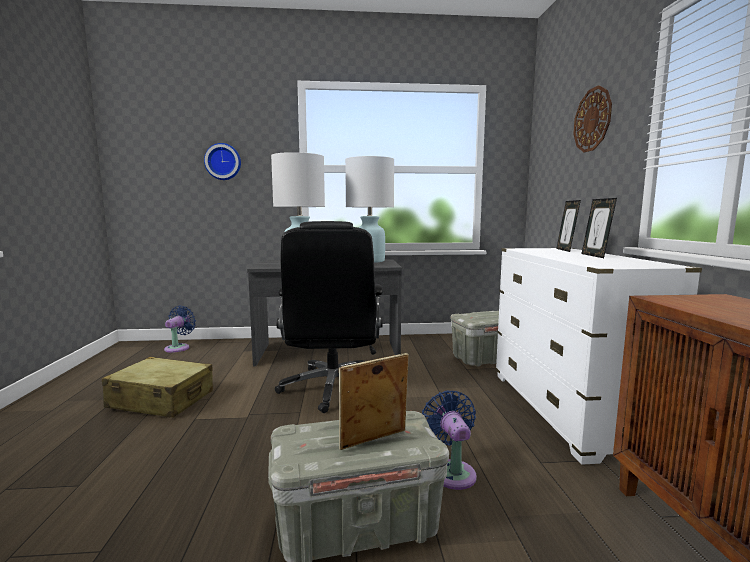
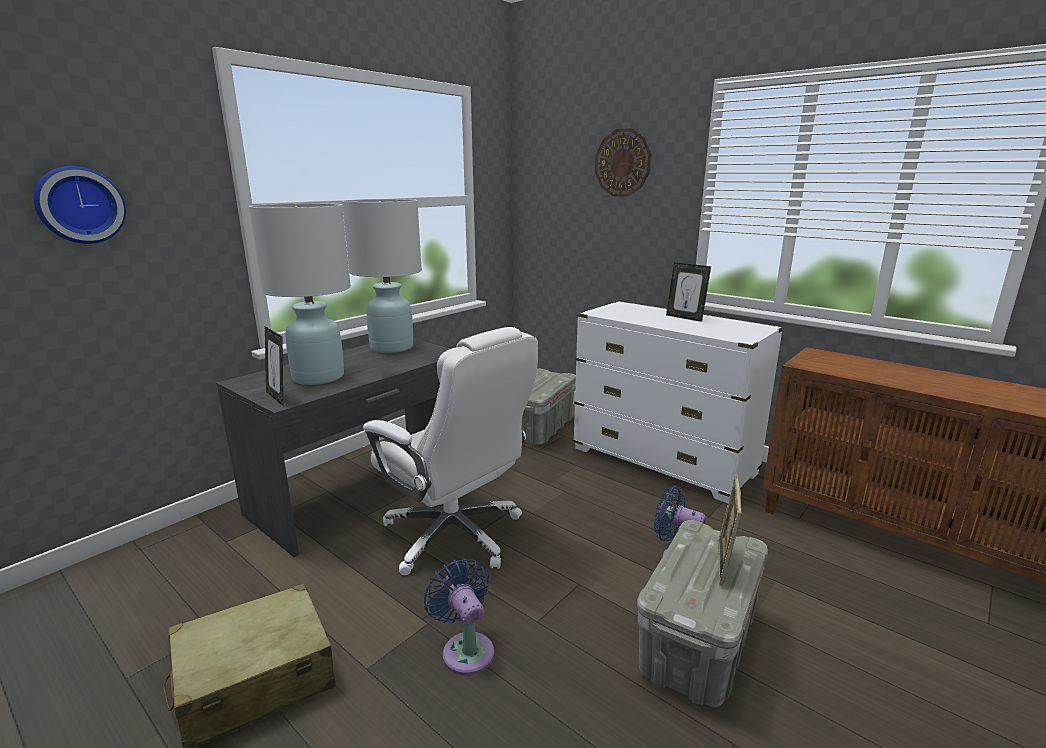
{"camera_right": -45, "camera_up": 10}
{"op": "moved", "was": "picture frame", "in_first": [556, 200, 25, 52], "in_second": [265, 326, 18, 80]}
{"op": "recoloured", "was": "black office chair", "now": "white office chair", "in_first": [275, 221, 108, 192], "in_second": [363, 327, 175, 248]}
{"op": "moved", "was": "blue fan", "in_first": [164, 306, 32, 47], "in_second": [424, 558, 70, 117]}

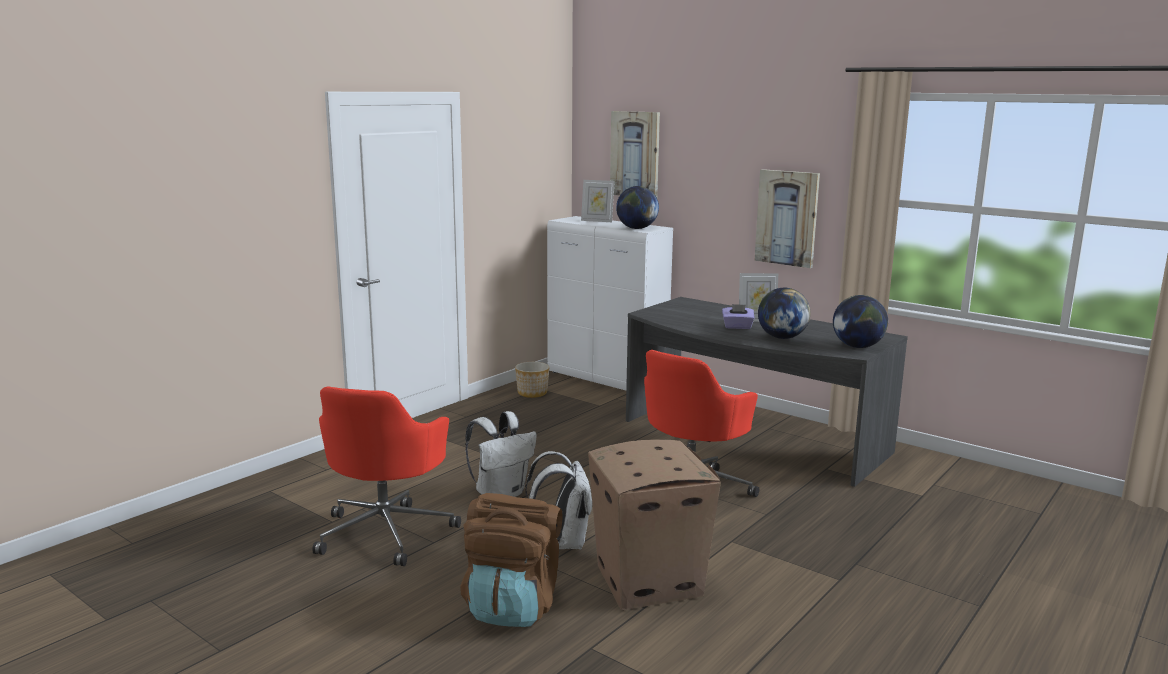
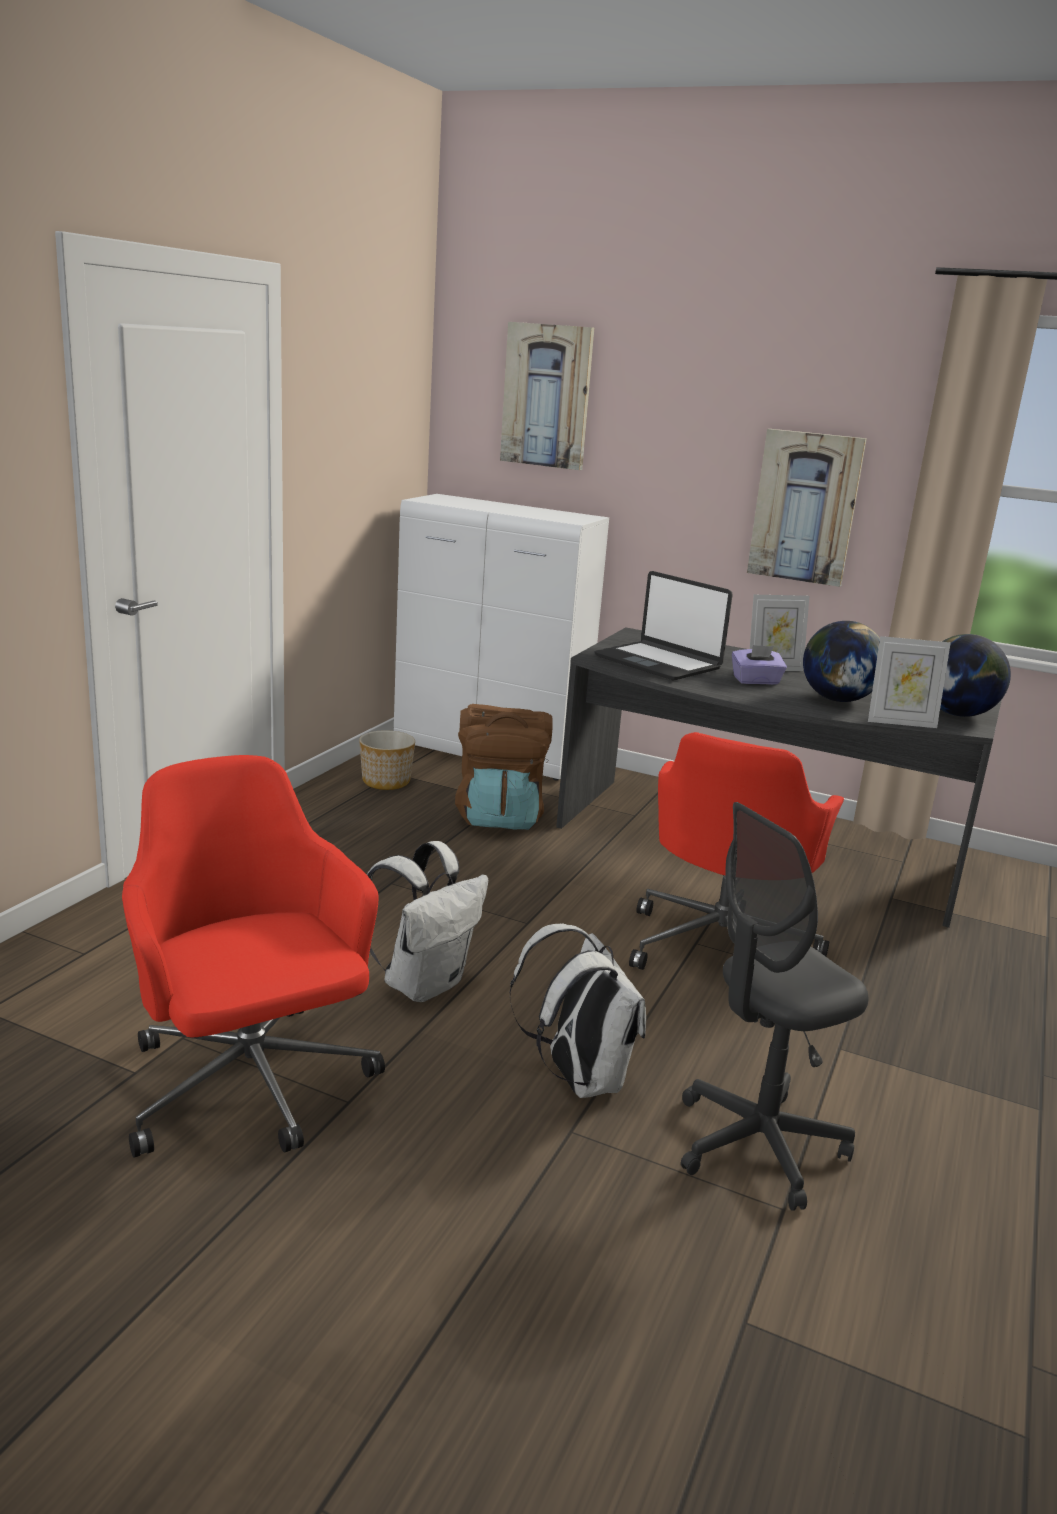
{"camera_right": -15, "camera_up": 5}
{"op": "turned", "was": "red office chair", "in_first": [312, 386, 149, 180], "in_second": [122, 755, 263, 403], "clockwise": 150}
{"op": "moved", "was": "brown backpack", "in_first": [460, 493, 103, 134], "in_second": [455, 704, 98, 126]}
{"op": "added", "now": "laptop", "in_second": [595, 571, 138, 110]}
{"op": "replaced", "was": "cardboard box", "now": "grey office chair", "in_first": [588, 439, 133, 171], "in_second": [681, 802, 188, 409]}
{"op": "moved", "was": "picture frame", "in_first": [581, 180, 34, 42], "in_second": [868, 636, 83, 92]}
{"op": "removed", "was": "globe", "in_first": [616, 186, 43, 43]}

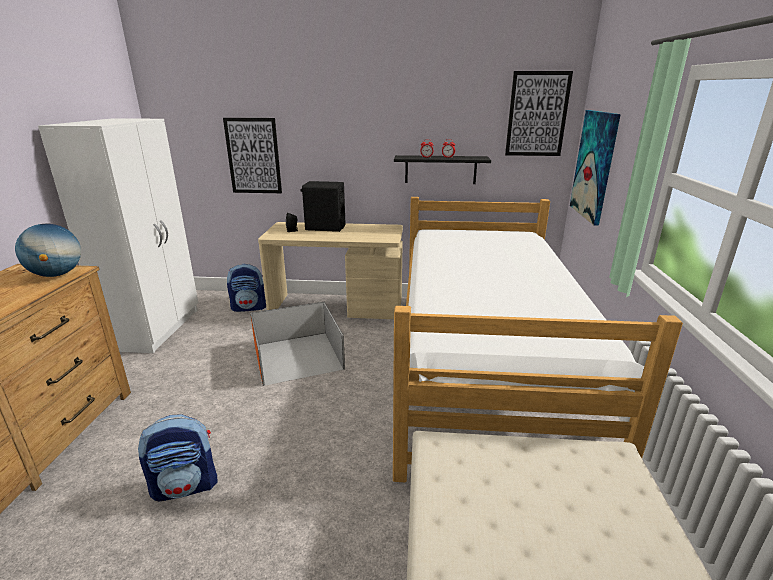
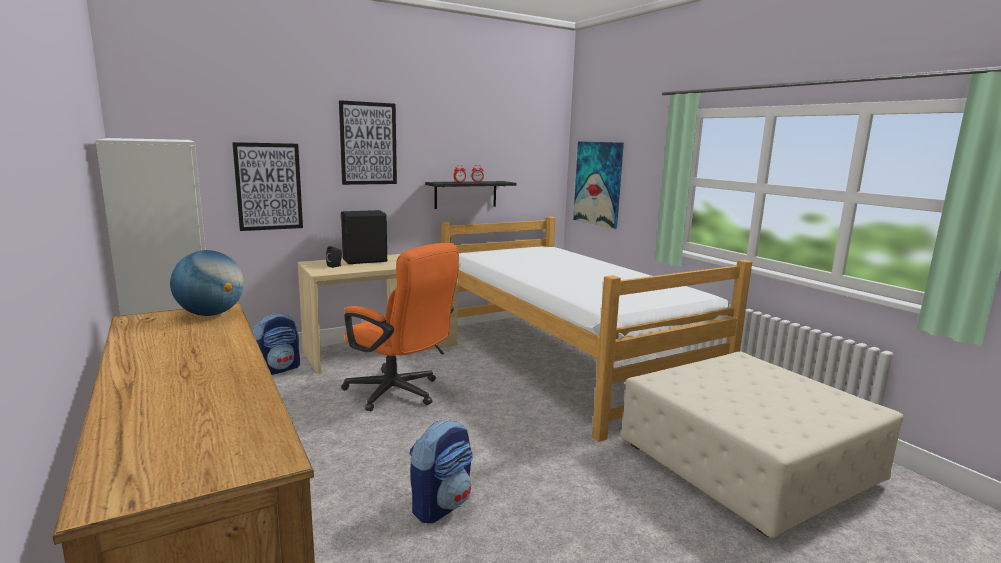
{"camera_right": -35, "camera_up": -10}
{"op": "moved", "was": "picture", "in_first": [505, 71, 68, 85], "in_second": [339, 100, 58, 85]}
{"op": "replaced", "was": "orange storage box", "now": "orange office chair", "in_first": [250, 301, 95, 85], "in_second": [341, 243, 118, 169]}

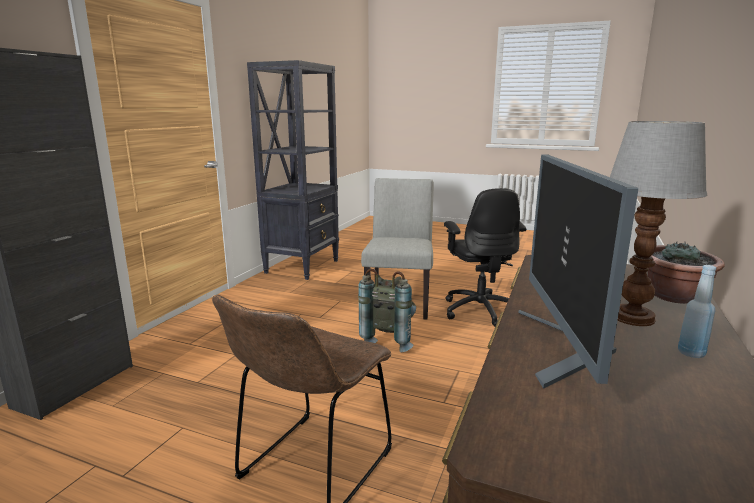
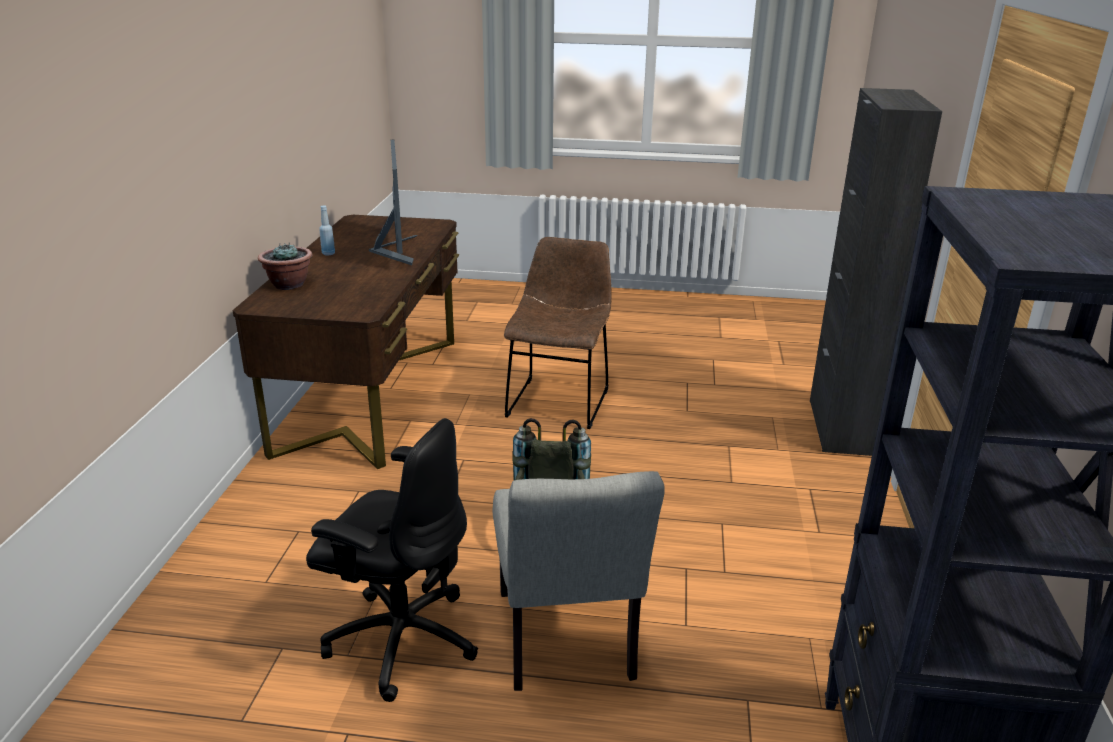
{"camera_right": 165, "camera_up": 10}
{"op": "turned", "was": "black office chair", "in_first": [444, 188, 82, 139], "in_second": [306, 418, 172, 284], "clockwise": 135}
{"op": "removed", "was": "table lamp", "in_first": [610, 121, 97, 205]}

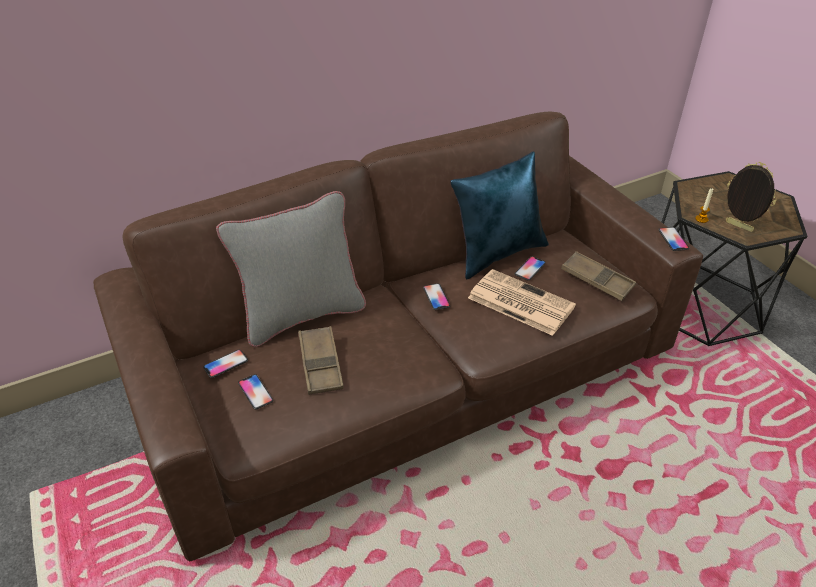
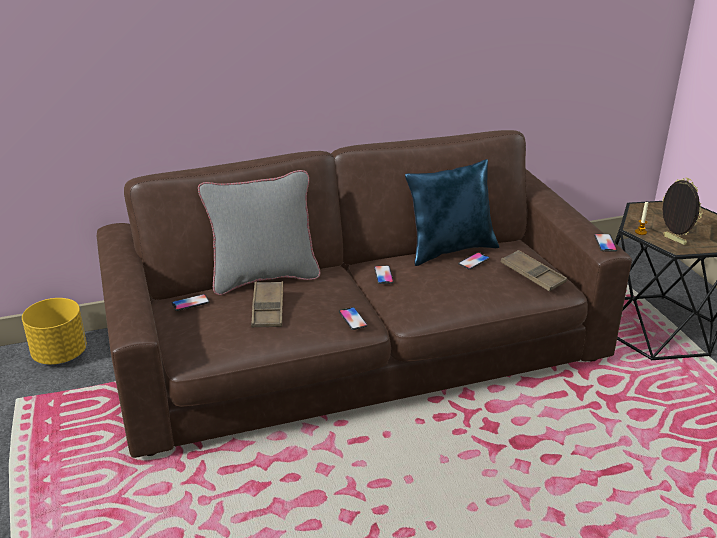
{"camera_right": 10, "camera_up": -10}
{"op": "added", "now": "yellow planter", "in_second": [22, 298, 65, 67]}
{"op": "moved", "was": "phone", "in_first": [238, 374, 35, 35], "in_second": [339, 307, 29, 23]}
{"op": "removed", "was": "newspaper", "in_first": [468, 269, 108, 67]}

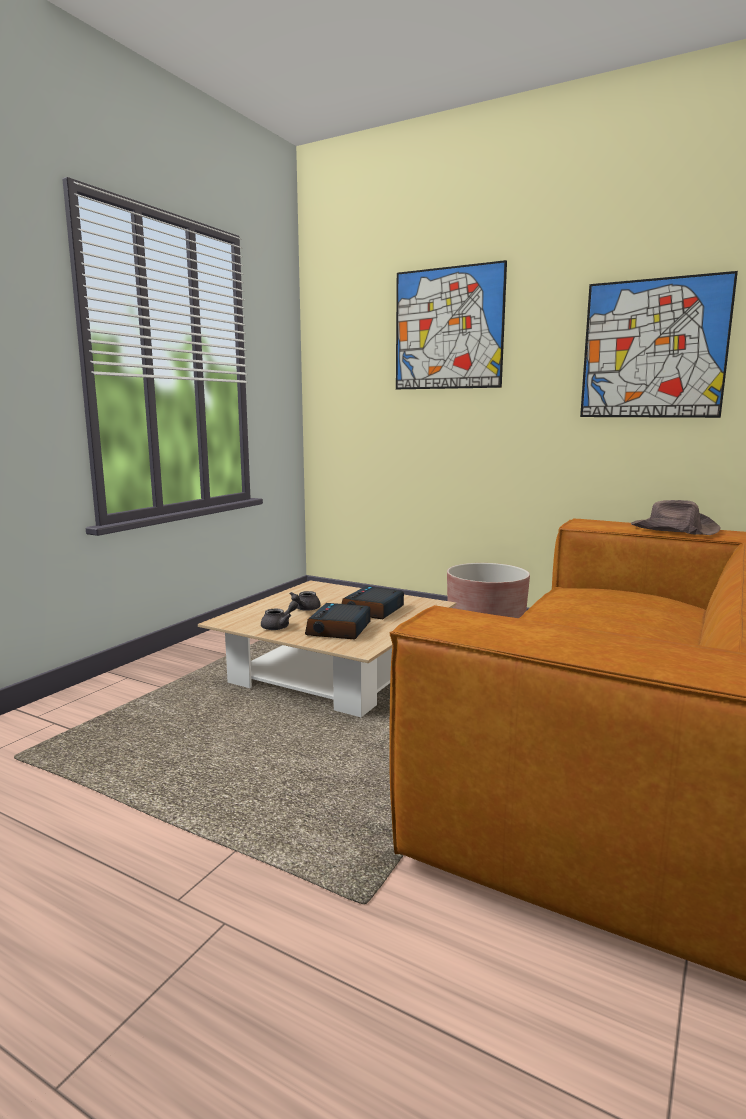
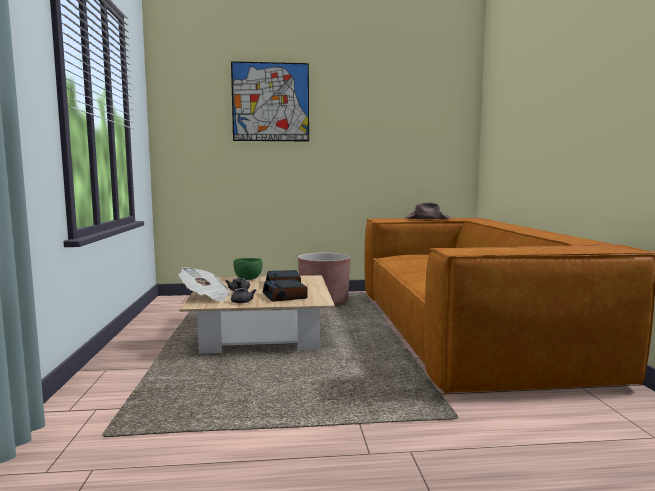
{"camera_right": -35, "camera_up": -5}
{"op": "added", "now": "newspaper", "in_second": [178, 267, 53, 35]}
{"op": "added", "now": "green bowl", "in_second": [233, 258, 29, 22]}
{"op": "removed", "was": "picture", "in_first": [580, 271, 158, 147]}

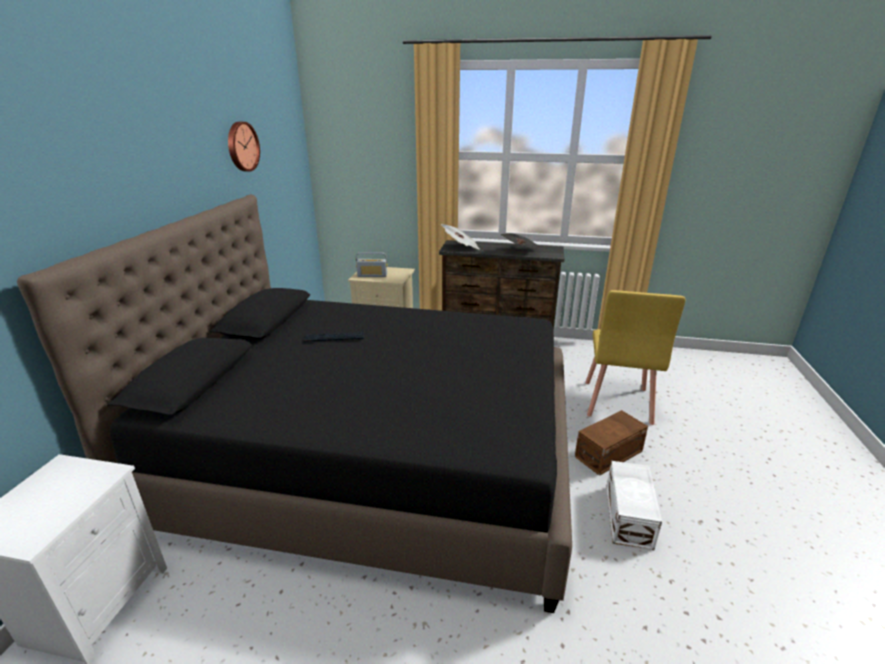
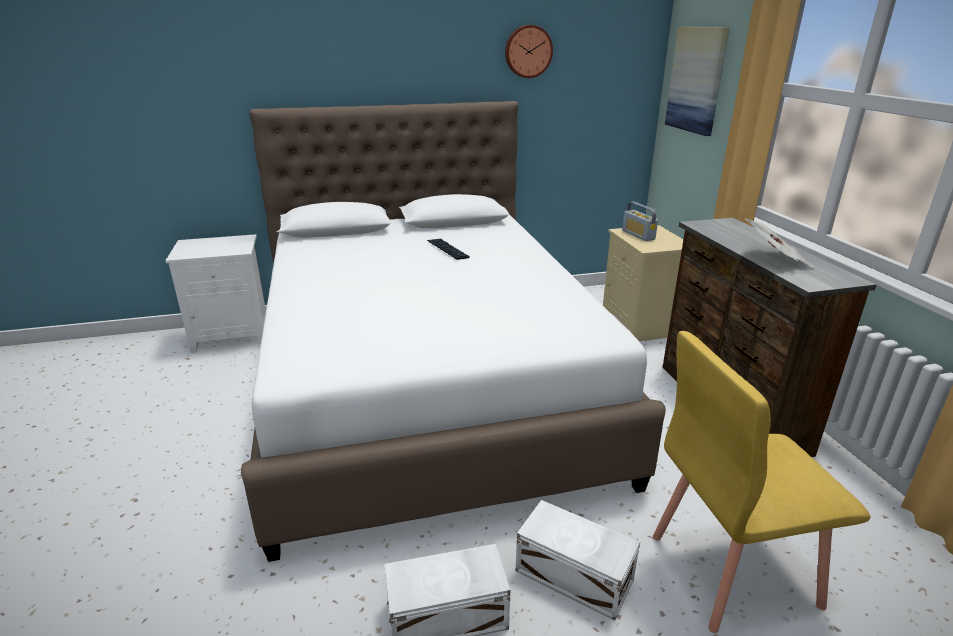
{"camera_right": 65, "camera_up": 0}
{"op": "recoloured", "was": "black bed", "now": "white bed", "in_first": [17, 194, 555, 419], "in_second": [241, 101, 425, 461]}
{"op": "recoloured", "was": "brown storage box", "now": "white storage box", "in_first": [575, 410, 73, 66], "in_second": [516, 500, 124, 121]}
{"op": "added", "now": "picture", "in_second": [665, 27, 65, 109]}
{"op": "removed", "was": "newspaper", "in_first": [441, 224, 39, 26]}

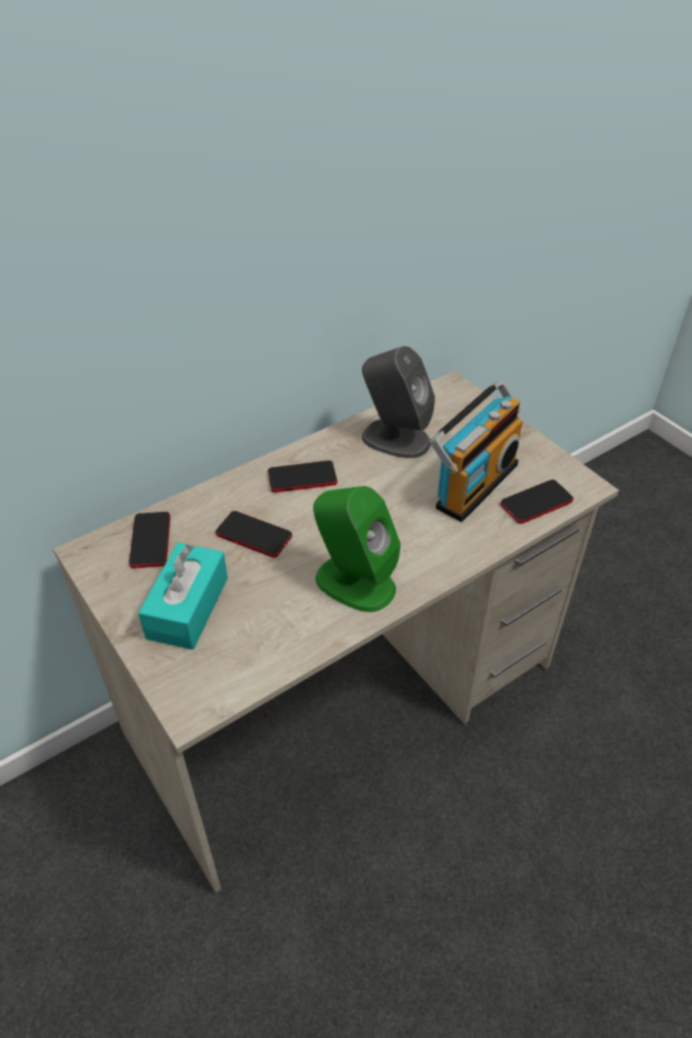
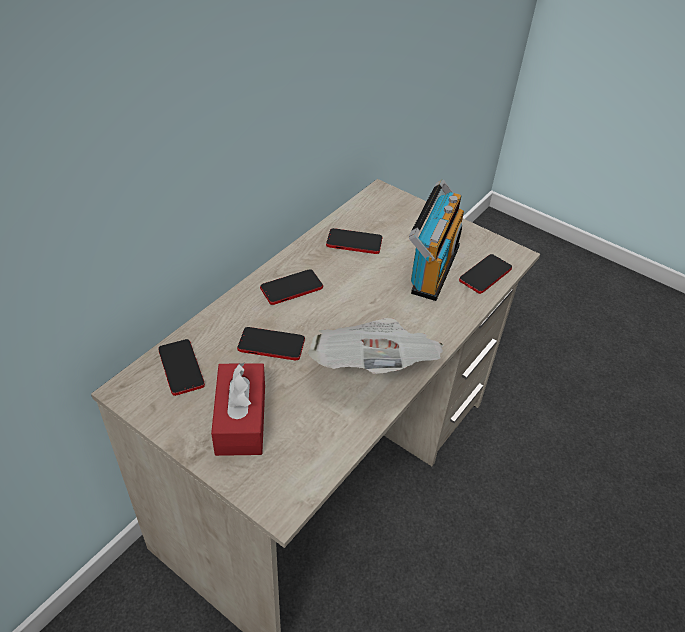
{"camera_right": -20, "camera_up": 0}
{"op": "recoloured", "was": "turquoise tissue box", "now": "red tissue box", "in_first": [138, 543, 90, 107], "in_second": [211, 363, 54, 93]}
{"op": "replaced", "was": "green speaker", "now": "newspaper", "in_first": [313, 486, 88, 126], "in_second": [308, 318, 136, 56]}
{"op": "replaced", "was": "grey speaker", "now": "phone", "in_first": [362, 346, 73, 112], "in_second": [326, 228, 56, 26]}

